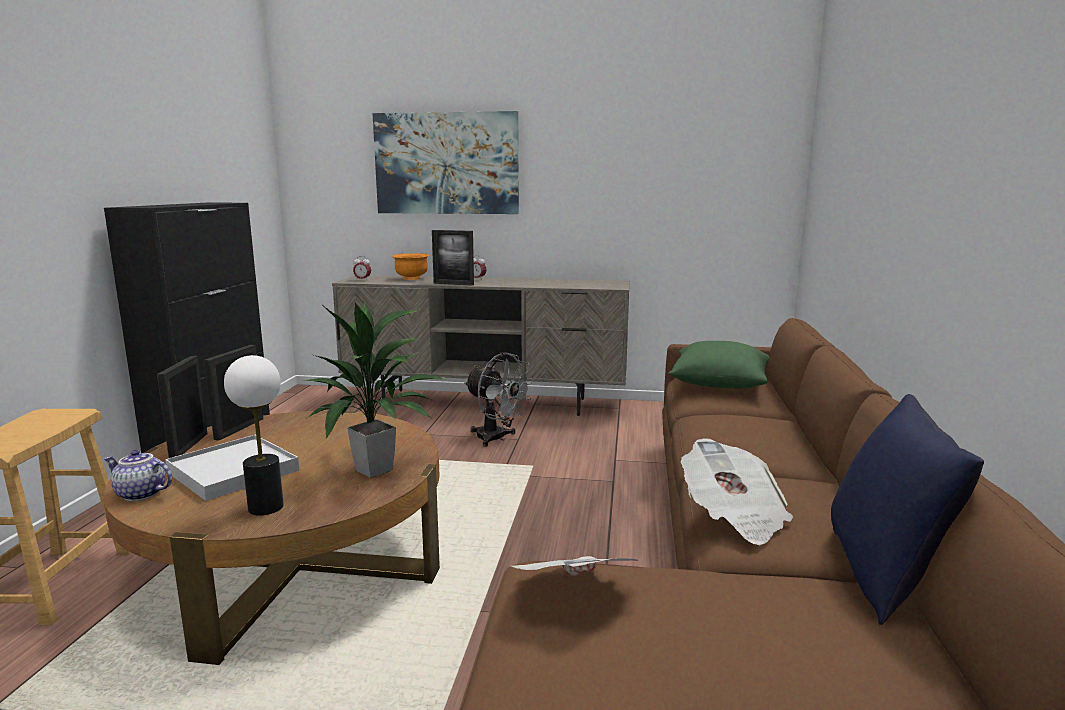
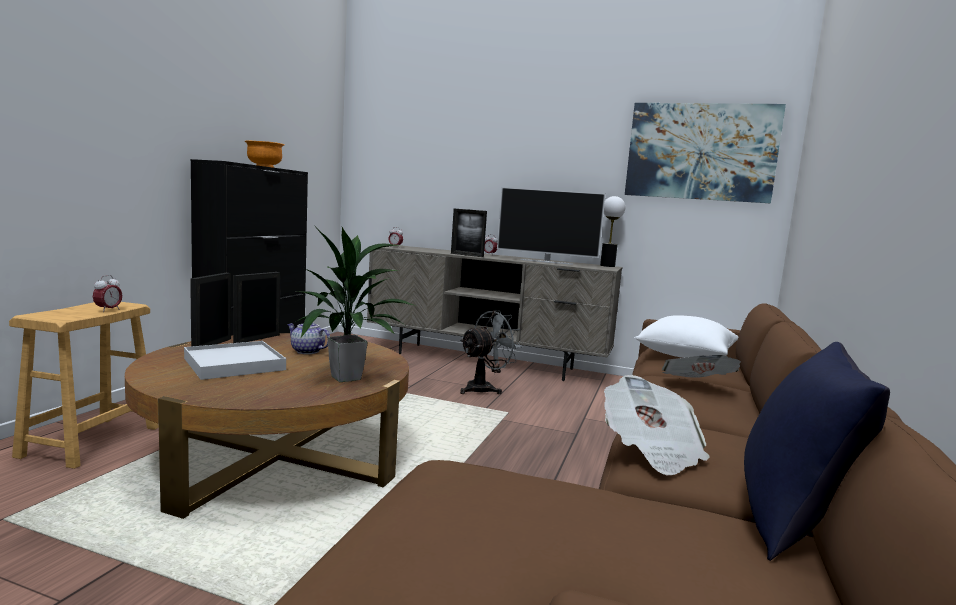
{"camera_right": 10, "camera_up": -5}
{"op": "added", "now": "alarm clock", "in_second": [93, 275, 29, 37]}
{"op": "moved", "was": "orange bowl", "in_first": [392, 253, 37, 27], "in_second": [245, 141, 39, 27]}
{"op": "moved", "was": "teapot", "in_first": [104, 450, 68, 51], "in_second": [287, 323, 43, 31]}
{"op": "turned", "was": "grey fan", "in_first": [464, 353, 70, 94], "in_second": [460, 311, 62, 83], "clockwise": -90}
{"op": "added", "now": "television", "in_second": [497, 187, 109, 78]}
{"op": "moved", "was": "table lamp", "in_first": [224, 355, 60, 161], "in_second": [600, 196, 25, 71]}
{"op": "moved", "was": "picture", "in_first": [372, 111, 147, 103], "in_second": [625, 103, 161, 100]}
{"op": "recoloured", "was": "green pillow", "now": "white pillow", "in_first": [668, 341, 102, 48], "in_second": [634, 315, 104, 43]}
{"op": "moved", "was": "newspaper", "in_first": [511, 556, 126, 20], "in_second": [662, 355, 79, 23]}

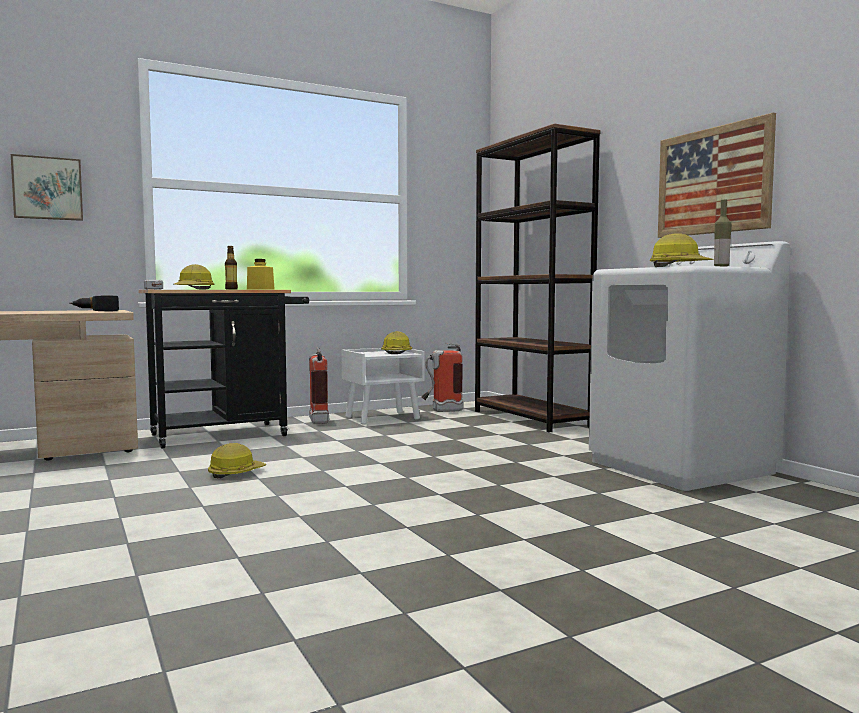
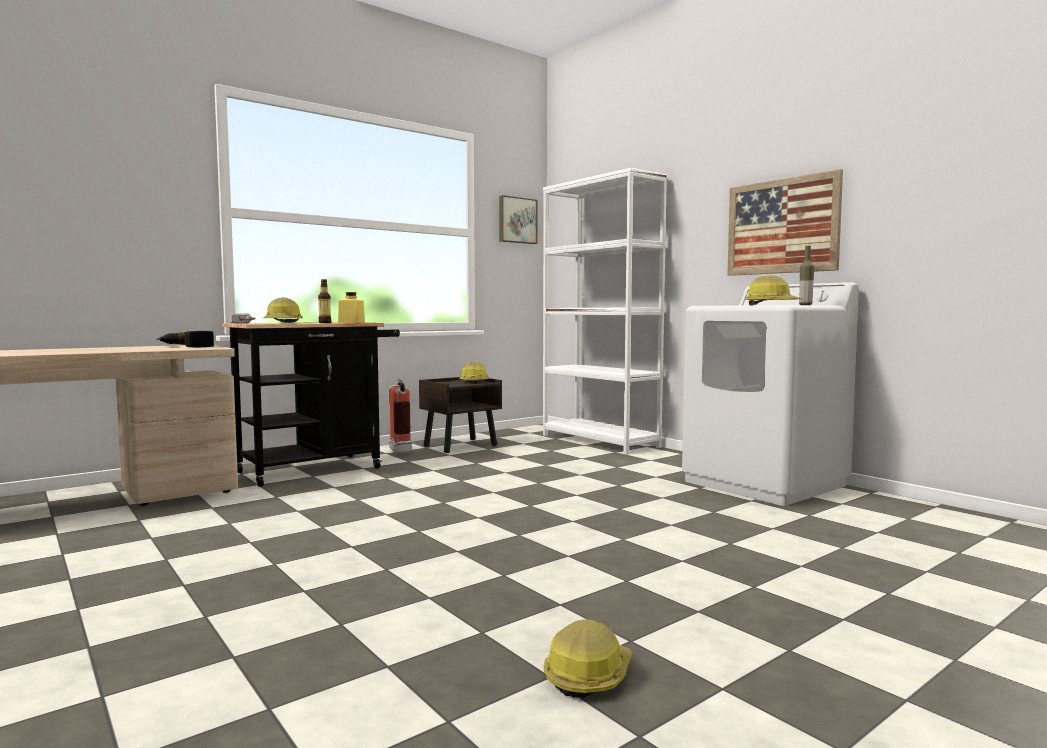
{"camera_right": -10, "camera_up": 0}
{"op": "recoloured", "was": "white nightstand", "now": "brown nightstand", "in_first": [342, 348, 82, 77], "in_second": [419, 377, 83, 76]}
{"op": "moved", "was": "picture", "in_first": [11, 154, 72, 67], "in_second": [499, 195, 38, 49]}
{"op": "recoloured", "was": "brown bookcase", "now": "white bookcase", "in_first": [475, 123, 125, 309], "in_second": [543, 168, 124, 287]}
{"op": "moved", "was": "hard hat", "in_first": [208, 443, 58, 35], "in_second": [544, 619, 89, 79]}
{"op": "removed", "was": "fire extinguisher", "in_first": [421, 343, 42, 69]}

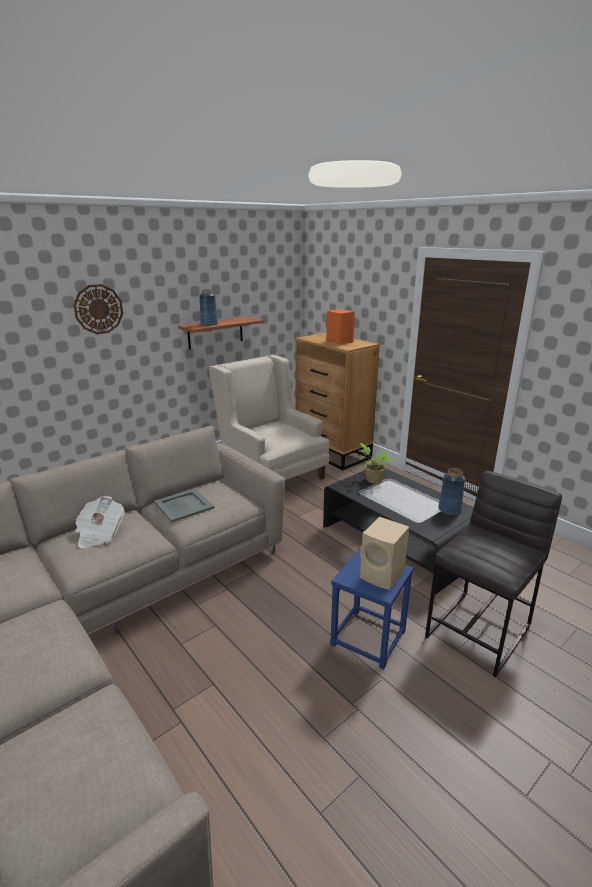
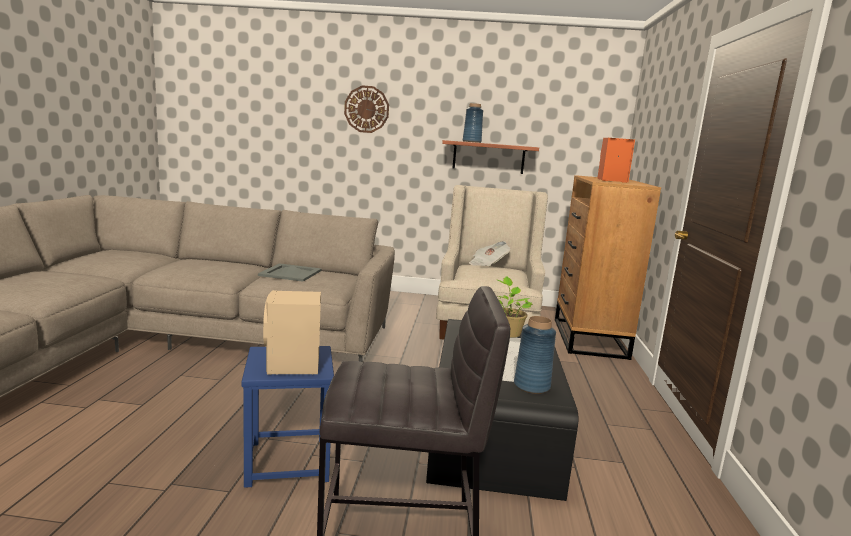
{"camera_right": 45, "camera_up": -10}
{"op": "moved", "was": "newspaper", "in_first": [75, 496, 50, 52], "in_second": [469, 241, 41, 25]}

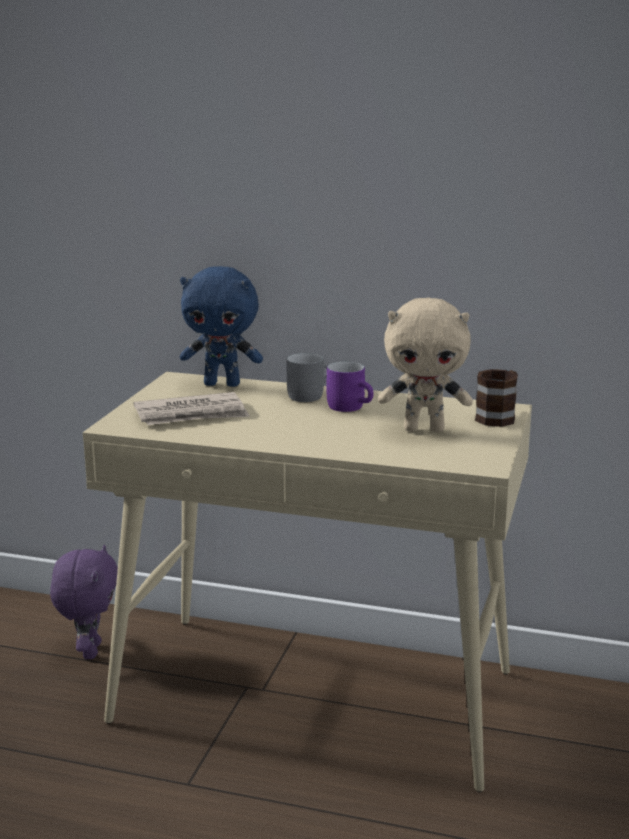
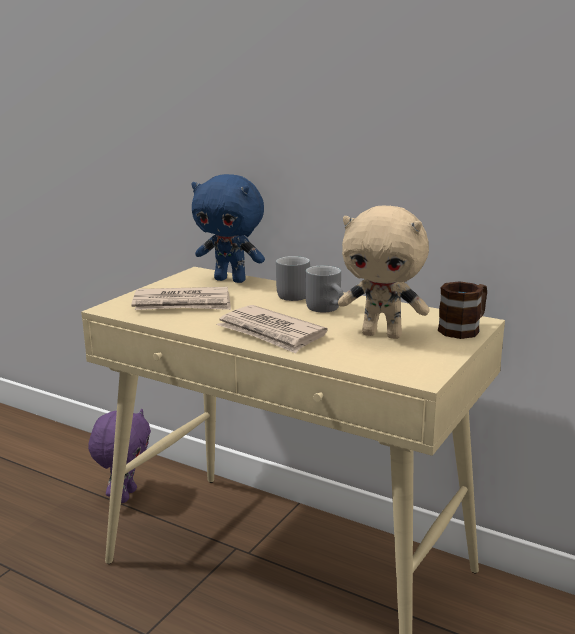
{"camera_right": 15, "camera_up": 0}
{"op": "added", "now": "newspaper", "in_second": [217, 305, 111, 49]}
{"op": "recoloured", "was": "purple mug", "now": "grey mug", "in_first": [327, 362, 46, 50], "in_second": [305, 266, 39, 46]}

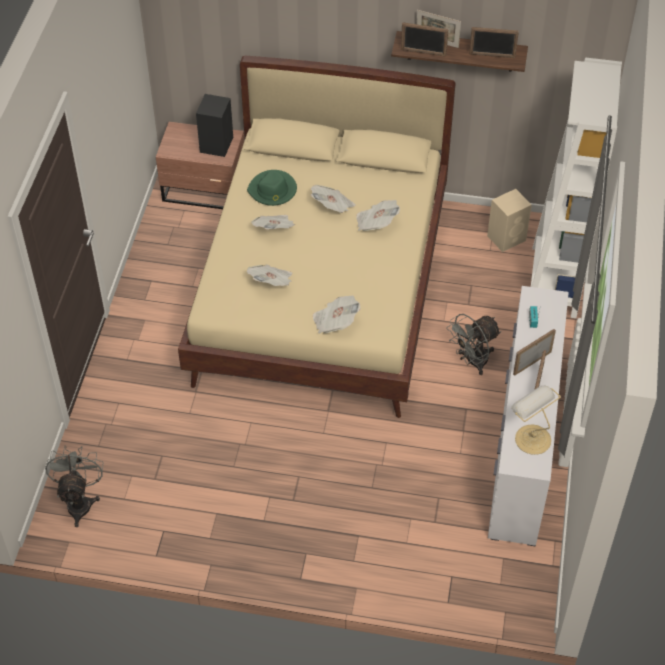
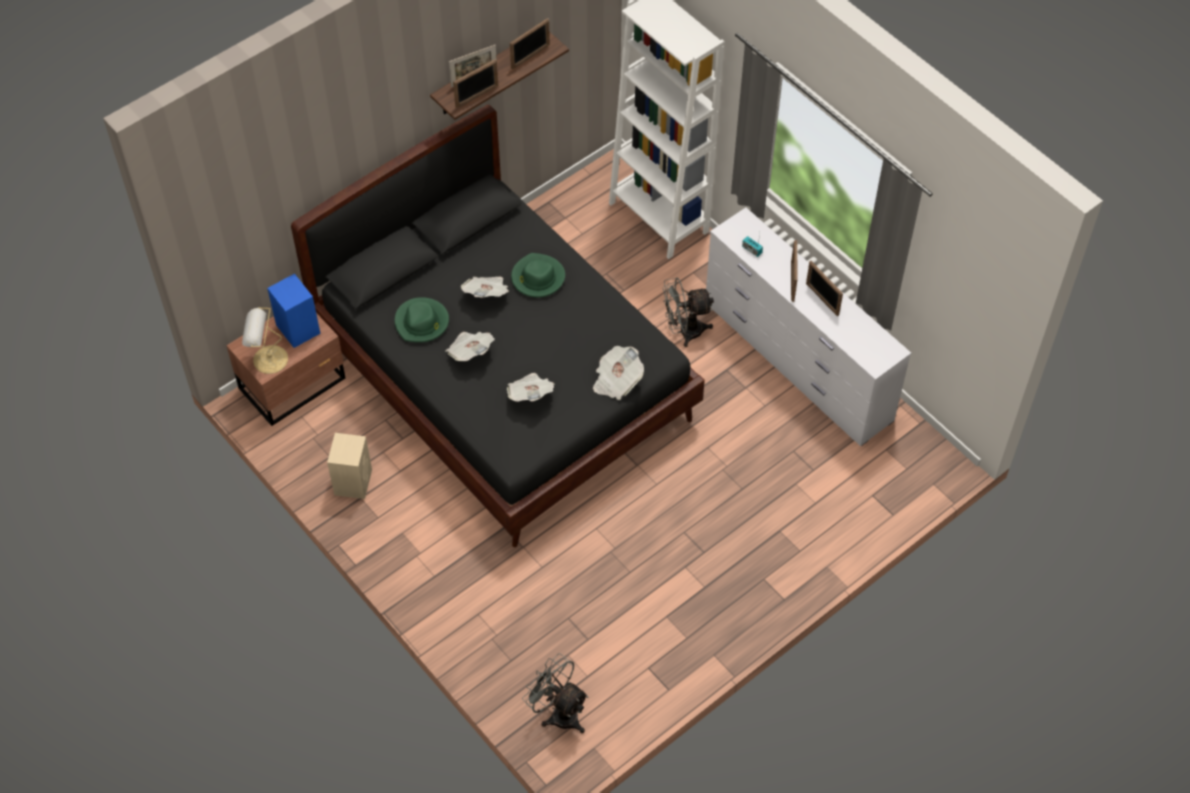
{"camera_right": -50, "camera_up": 5}
{"op": "moved", "was": "table lamp", "in_first": [511, 386, 50, 69], "in_second": [242, 307, 46, 67]}
{"op": "recoloured", "was": "black speaker", "now": "blue speaker", "in_first": [196, 94, 37, 63], "in_second": [267, 274, 54, 74]}
{"op": "recoloured", "was": "beige bed", "now": "black bed", "in_first": [178, 56, 277, 362], "in_second": [291, 105, 414, 442]}
{"op": "moved", "was": "beige speaker", "in_first": [487, 189, 45, 63], "in_second": [327, 433, 45, 66]}
{"op": "replaced", "was": "newspaper", "now": "green hat", "in_first": [356, 200, 44, 31], "in_second": [511, 253, 54, 44]}
{"op": "turned", "was": "grey fan", "in_first": [446, 314, 55, 61], "in_second": [663, 278, 51, 69], "clockwise": 75}

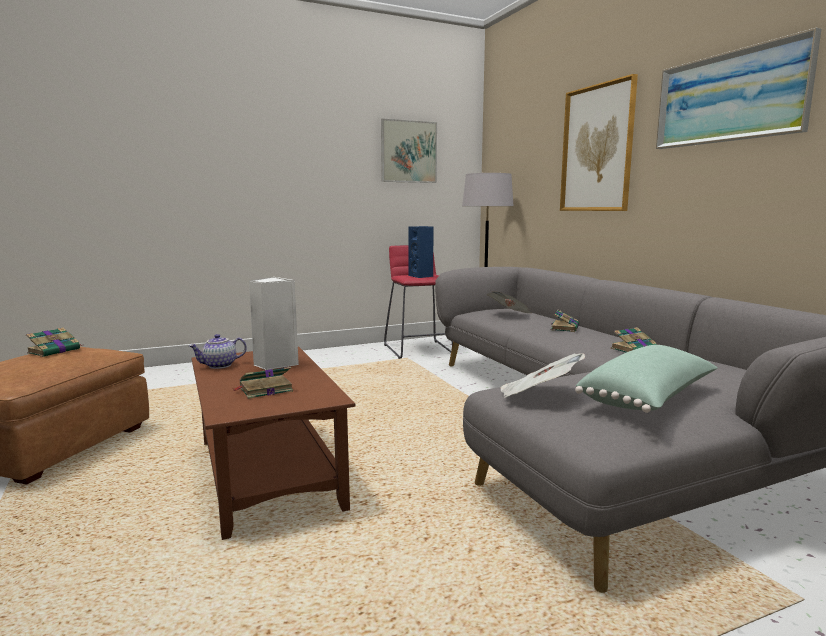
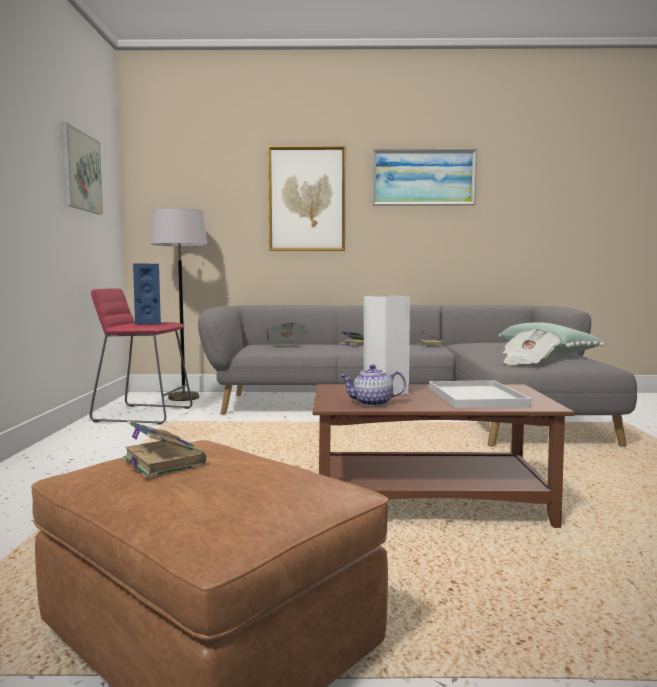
{"camera_right": -65, "camera_up": -5}
{"op": "turned", "was": "teapot", "in_first": [189, 334, 58, 35], "in_second": [340, 364, 66, 42], "clockwise": 90}
{"op": "replaced", "was": "book", "now": "white tray", "in_first": [233, 367, 60, 32], "in_second": [429, 380, 103, 28]}

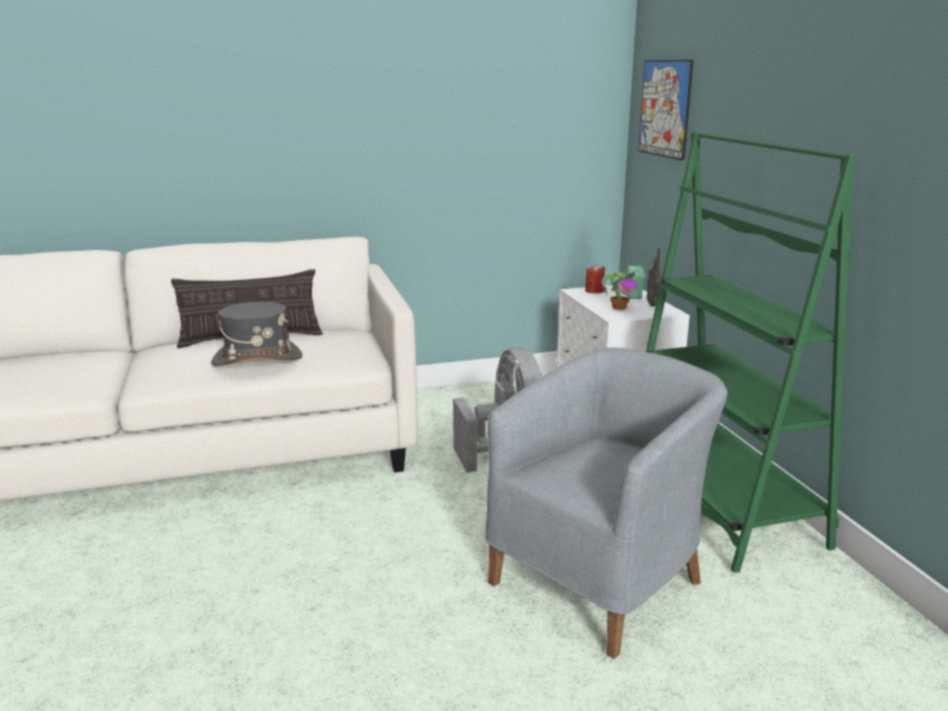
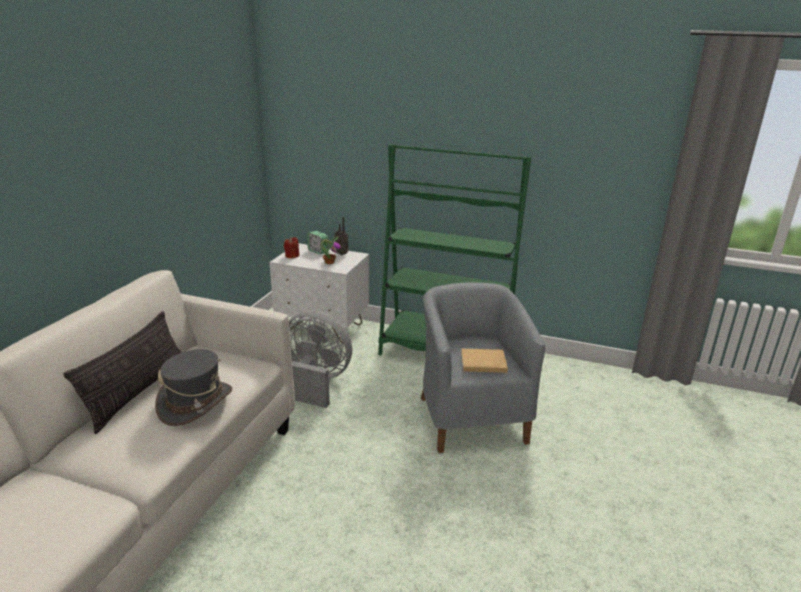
{"camera_right": -55, "camera_up": 5}
{"op": "added", "now": "beige book", "in_second": [461, 349, 47, 24]}
{"op": "removed", "was": "picture", "in_first": [638, 60, 56, 101]}

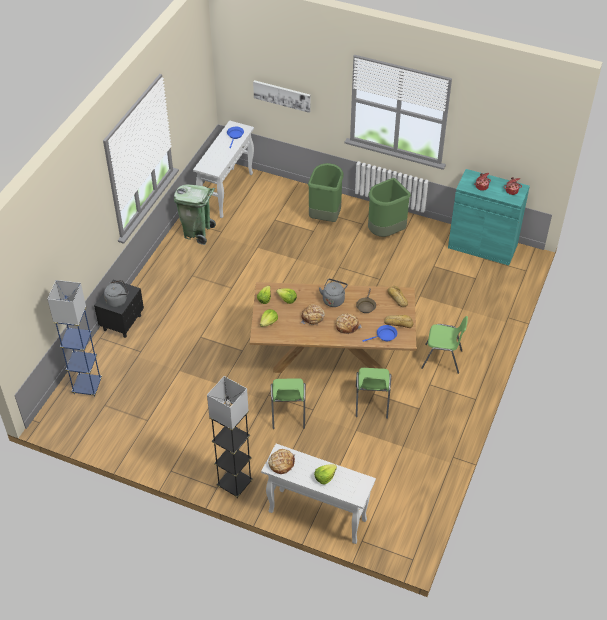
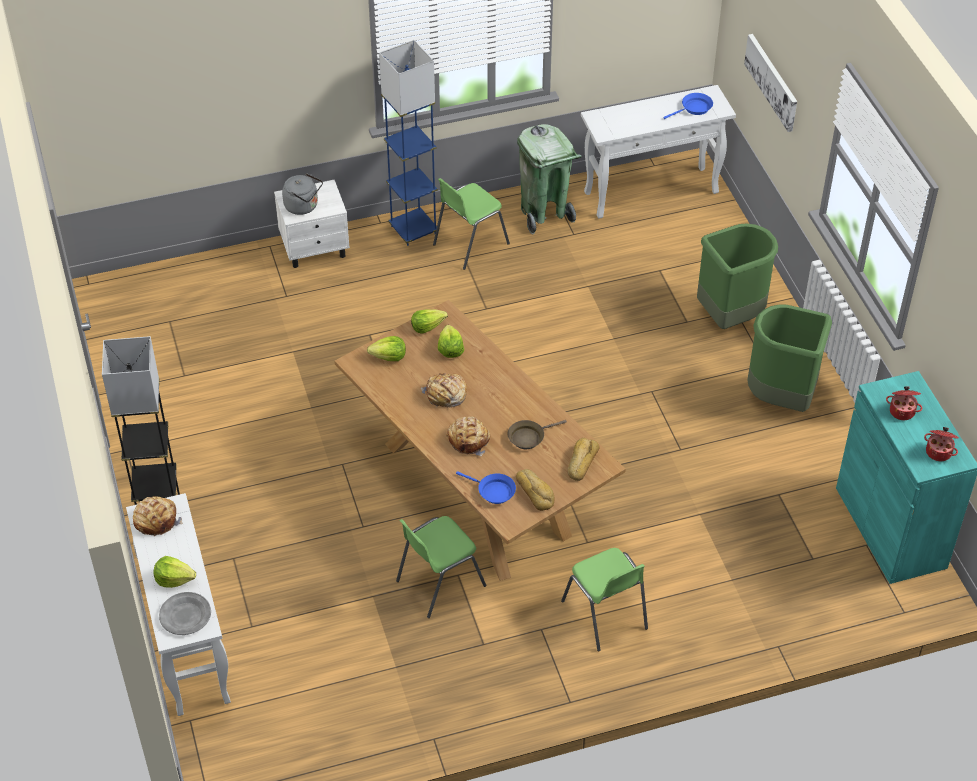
{"camera_right": 50, "camera_up": 0}
{"op": "added", "now": "grey plate", "in_second": [159, 592, 52, 43]}
{"op": "recoloured", "was": "black nightstand", "now": "white nightstand", "in_first": [94, 280, 50, 58], "in_second": [274, 180, 76, 88]}
{"op": "moved", "was": "blue floor lamp", "in_first": [47, 280, 55, 117], "in_second": [379, 40, 59, 206]}
{"op": "moved", "was": "green chair", "in_first": [271, 378, 35, 51], "in_second": [433, 178, 77, 92]}
{"op": "removed", "was": "grey kettle", "in_first": [319, 279, 29, 28]}

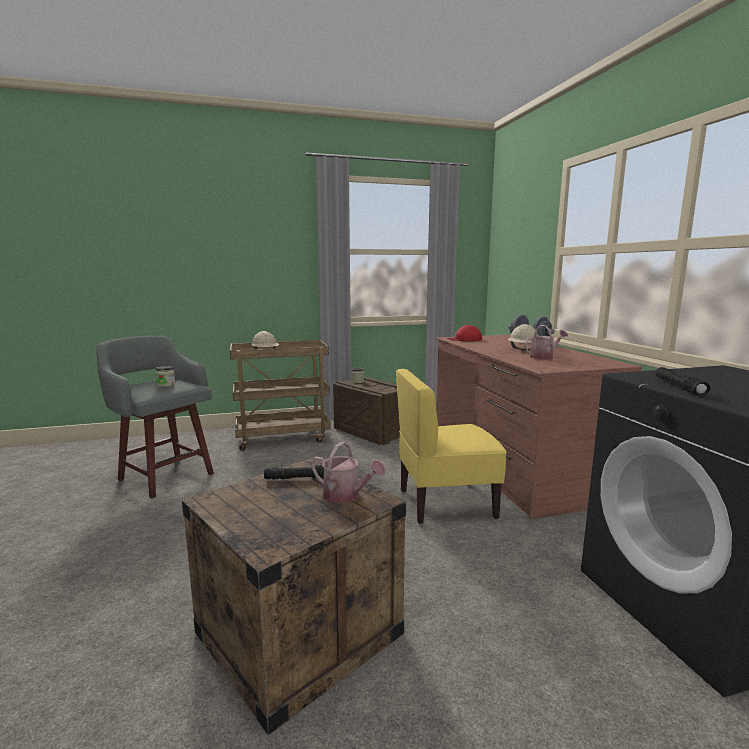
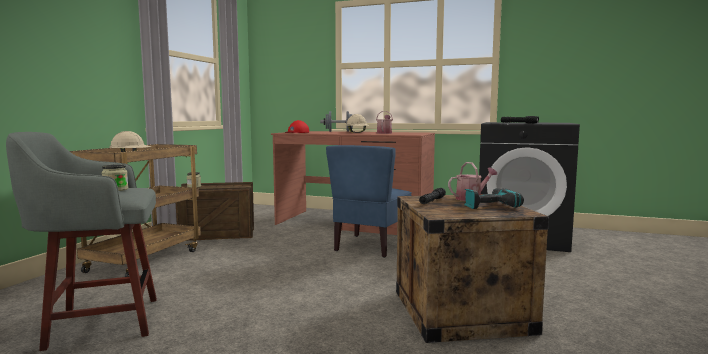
{"camera_right": -55, "camera_up": -5}
{"op": "recoloured", "was": "yellow chair", "now": "blue chair", "in_first": [396, 369, 111, 155], "in_second": [326, 145, 86, 113]}
{"op": "added", "now": "power drill", "in_second": [464, 188, 60, 21]}

